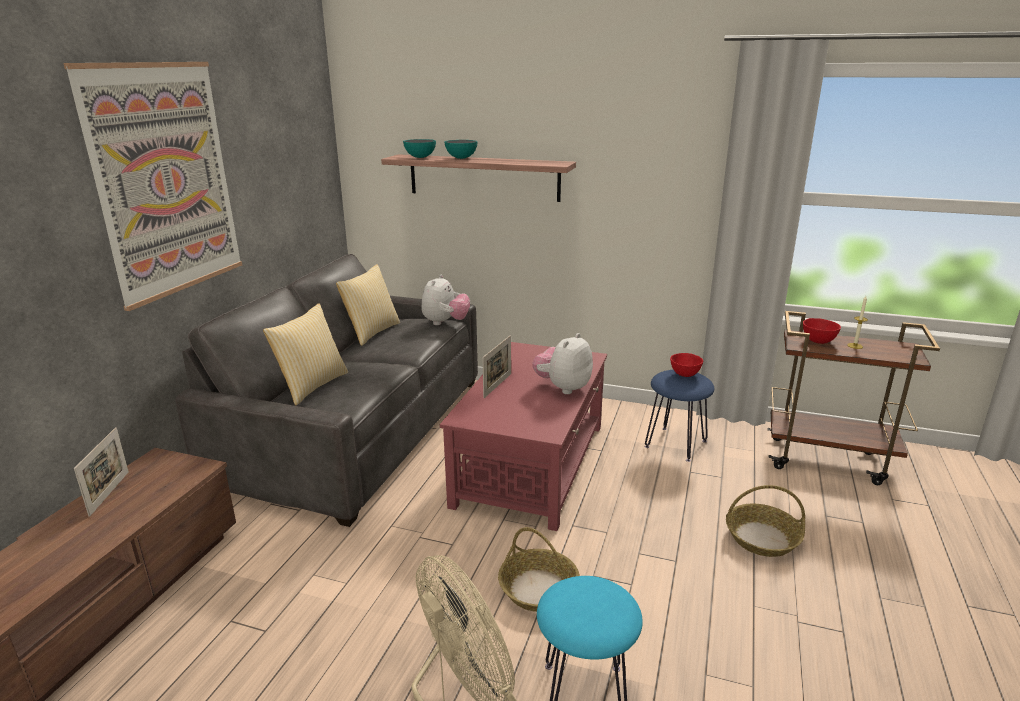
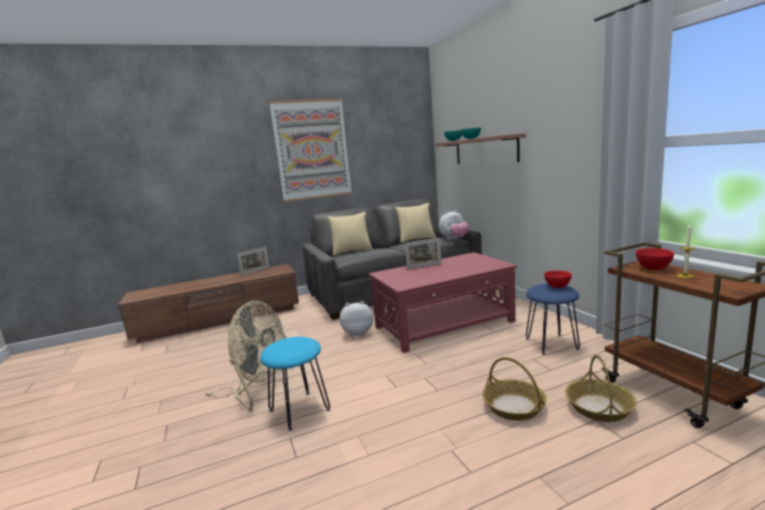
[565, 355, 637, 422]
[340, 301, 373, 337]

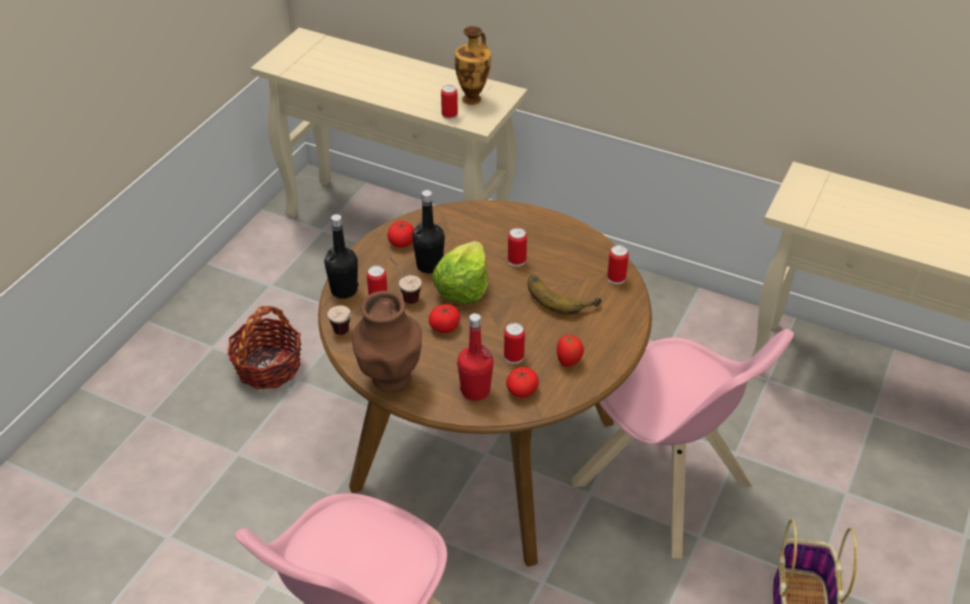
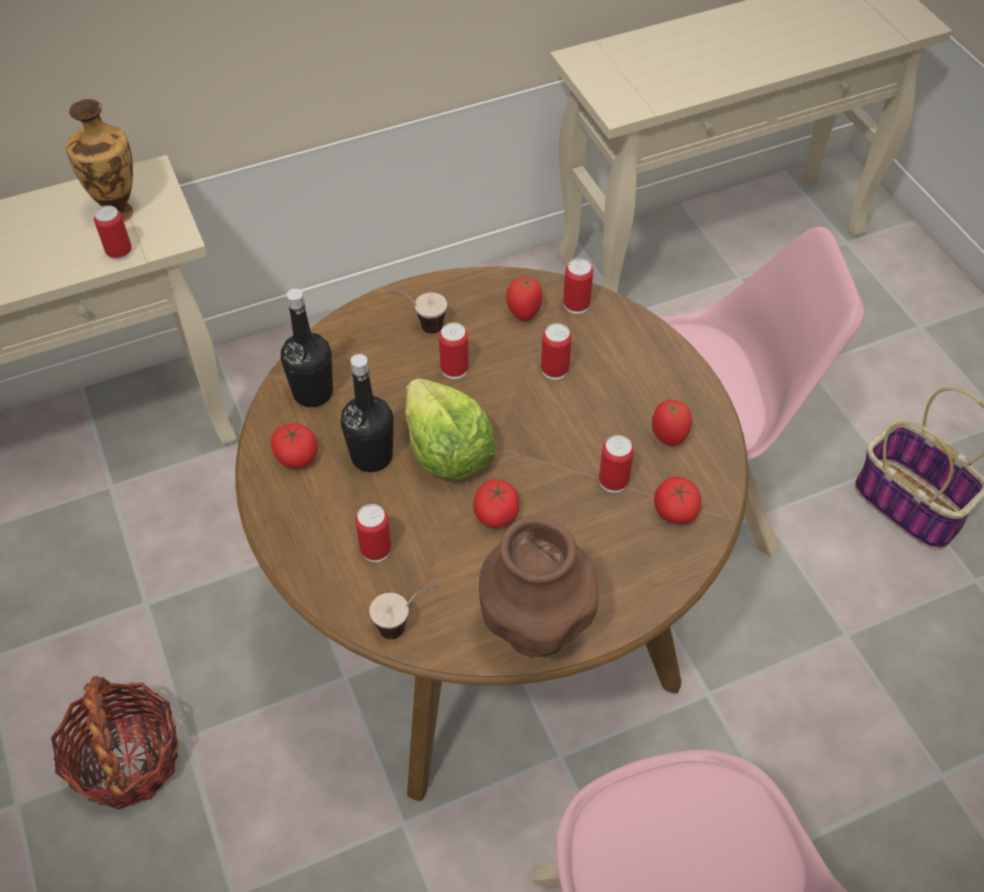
[281, 289, 333, 407]
[386, 291, 447, 333]
[457, 313, 494, 401] (first image)
[541, 323, 572, 380]
[506, 276, 542, 322]

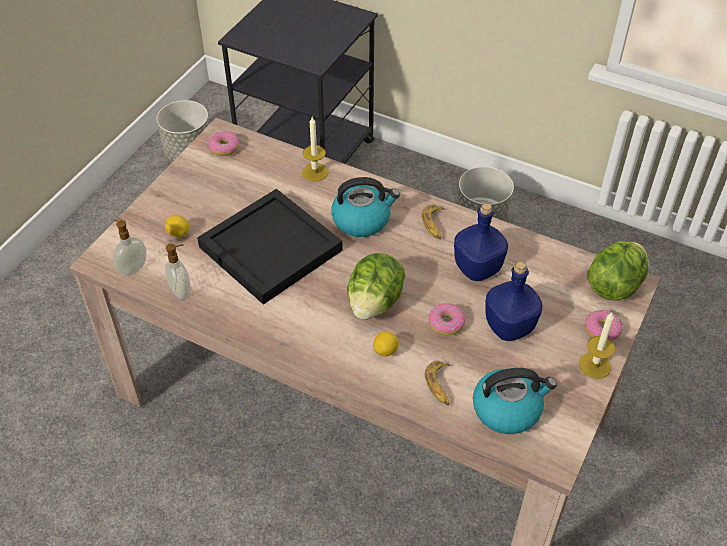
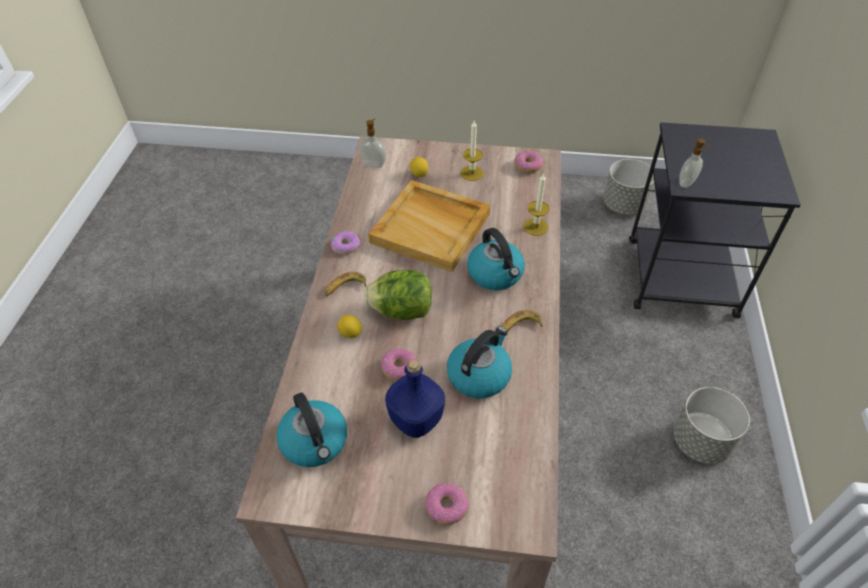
[679, 138, 710, 188]
[369, 180, 490, 272]
[325, 272, 366, 296]
[447, 327, 512, 398]
[460, 121, 484, 181]
[587, 241, 648, 301] (first image)
[331, 231, 360, 255]

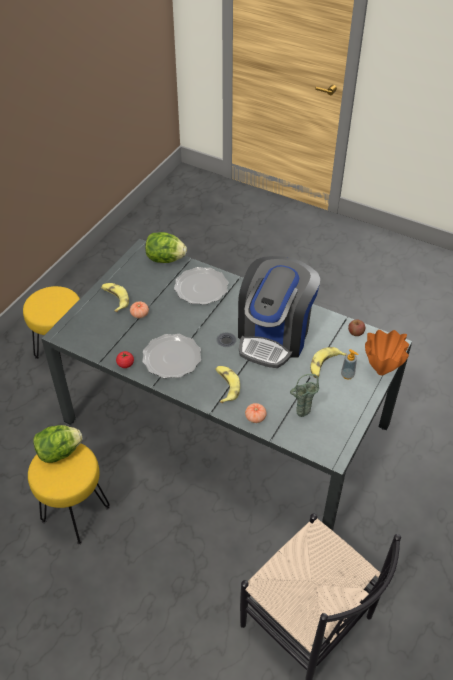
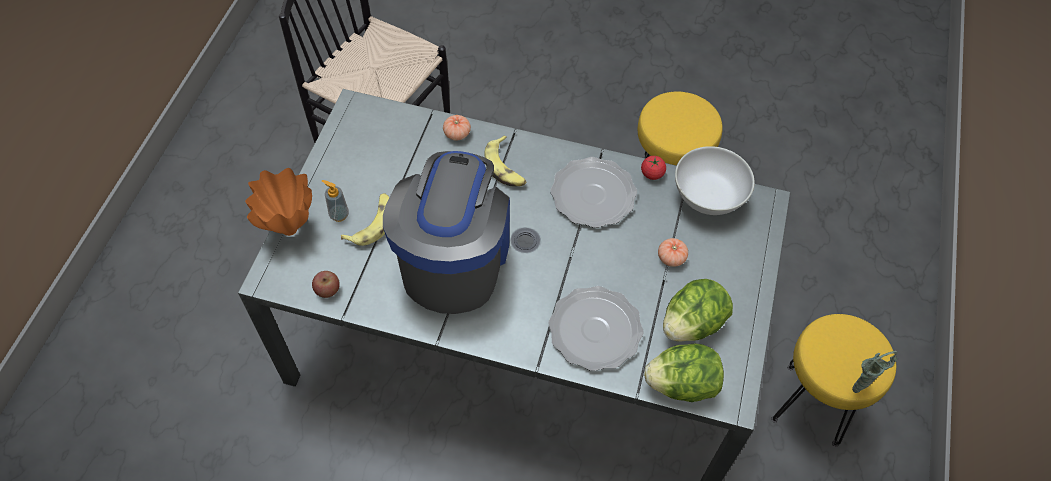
[663, 279, 733, 342]
[101, 283, 129, 312] (first image)
[852, 351, 897, 393]
[675, 146, 755, 215]

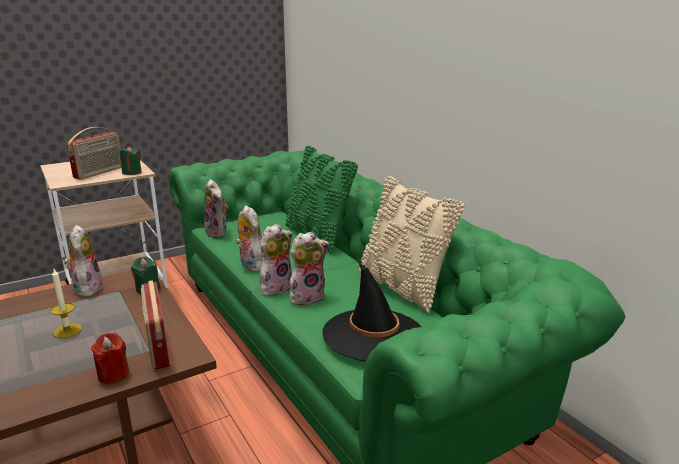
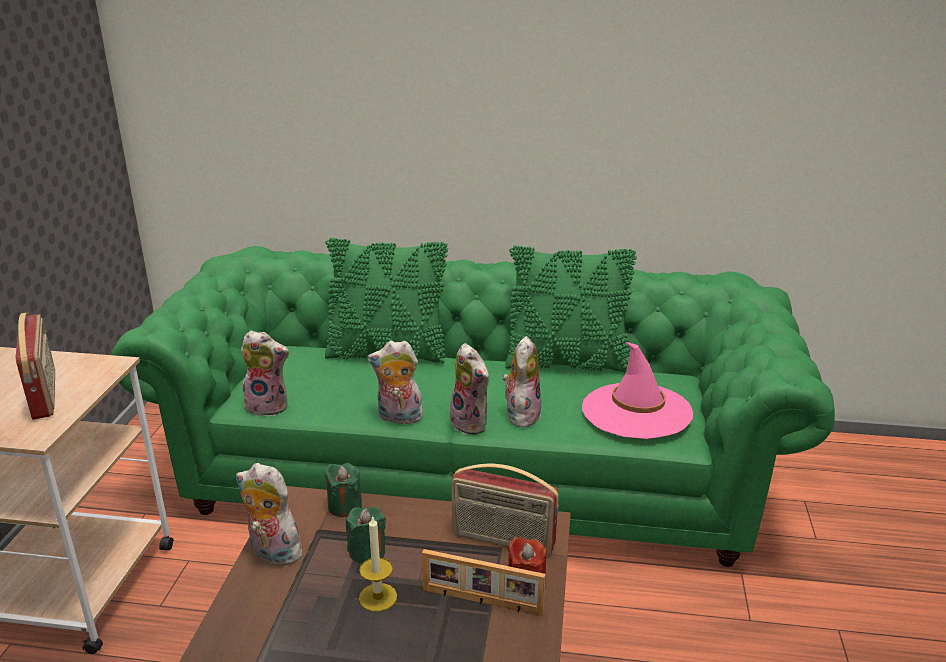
[346, 507, 386, 563]
[450, 343, 490, 435]
[582, 342, 694, 439]
[506, 245, 637, 372]
[422, 549, 545, 616]

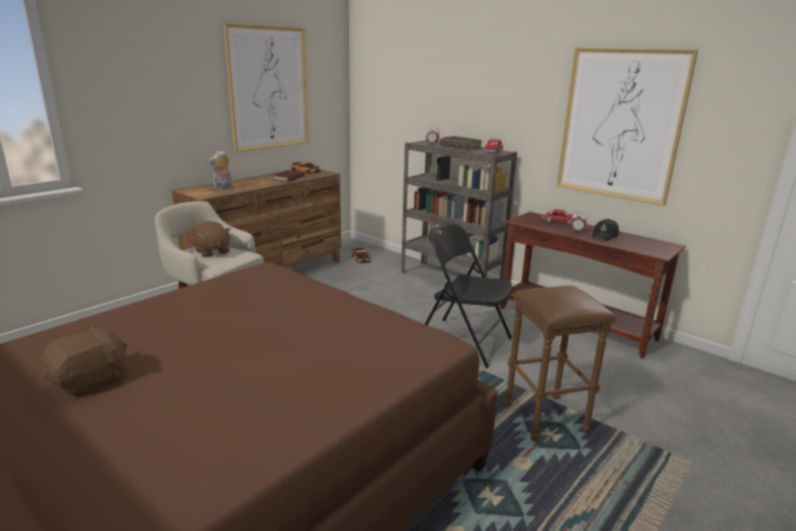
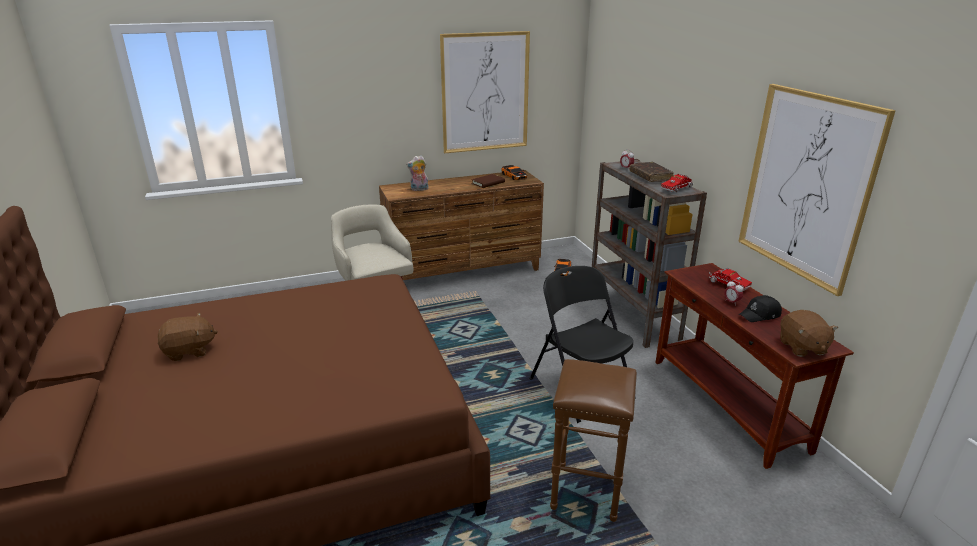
[780, 310, 838, 357]

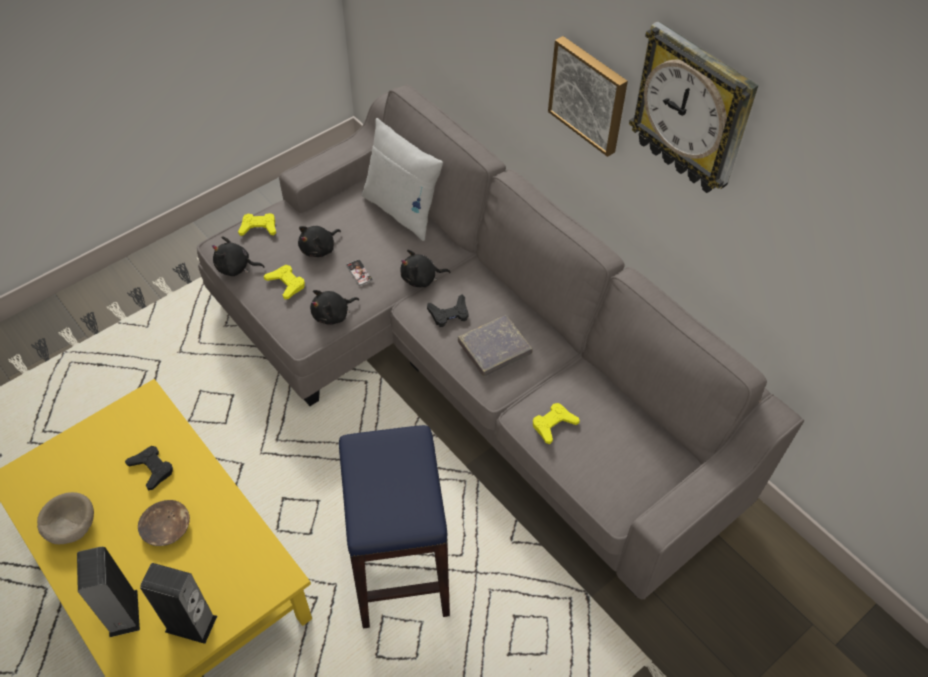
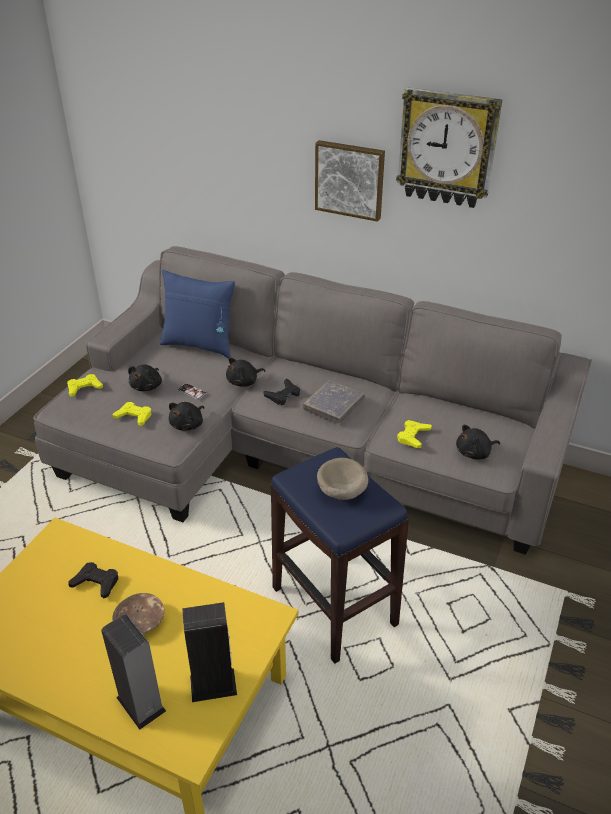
[317, 458, 368, 500]
[456, 425, 500, 460]
[160, 270, 235, 358]

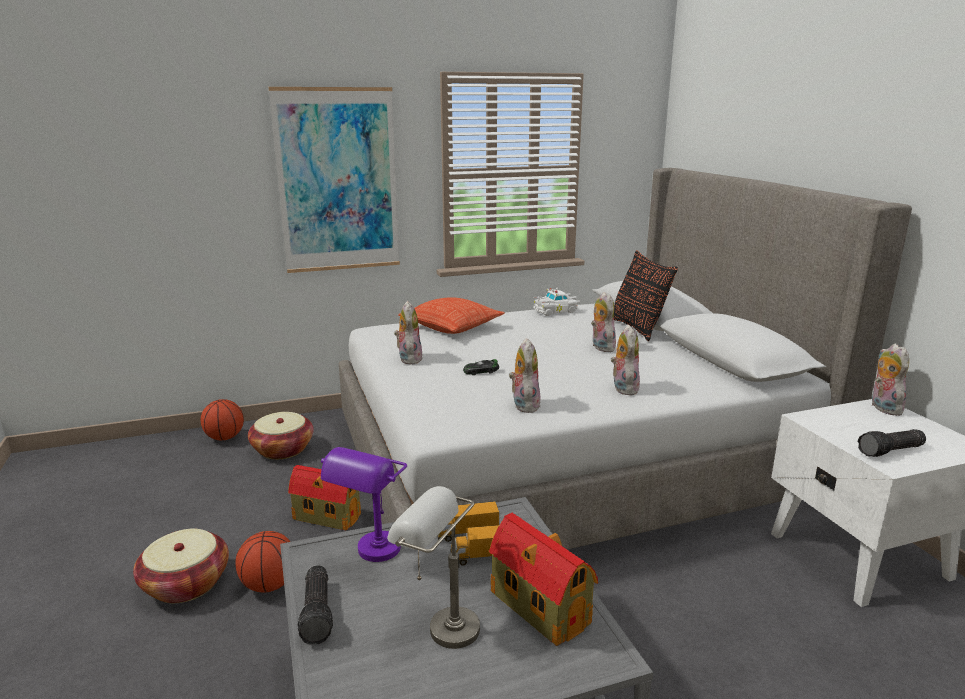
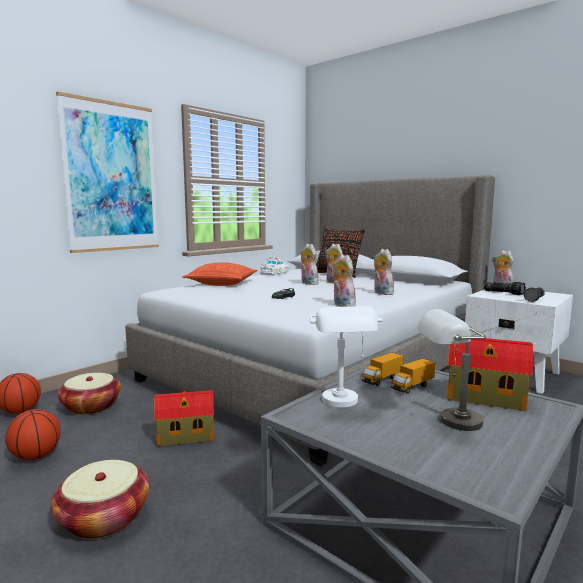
[5, 409, 61, 460]
[484, 282, 526, 295]
[309, 306, 382, 407]
[301, 244, 321, 285]

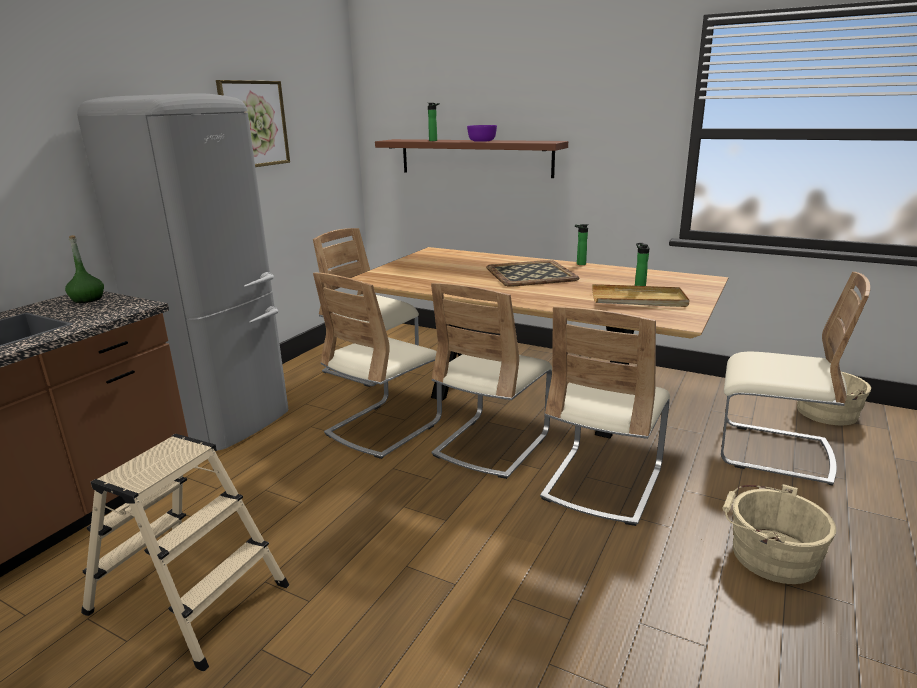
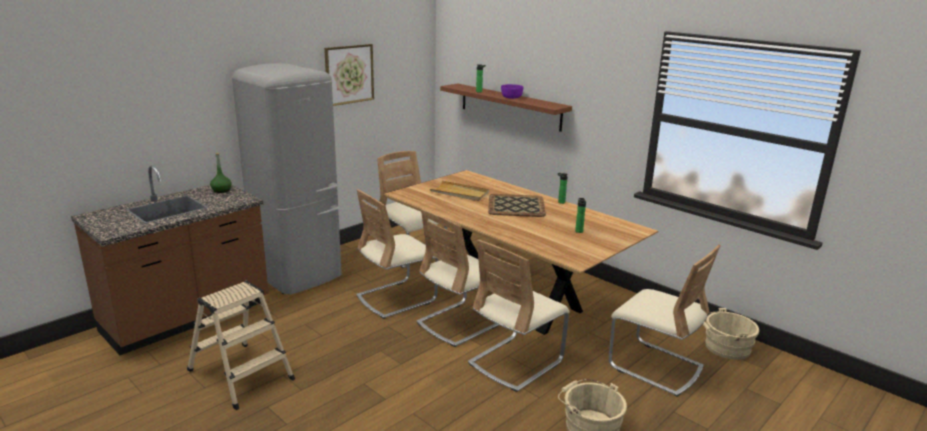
[430, 181, 489, 201]

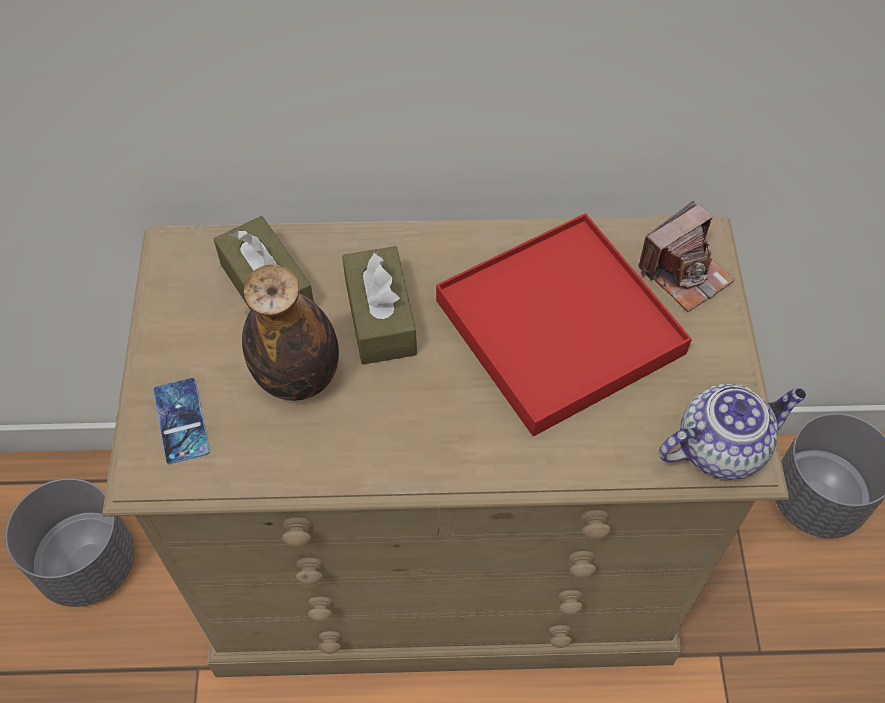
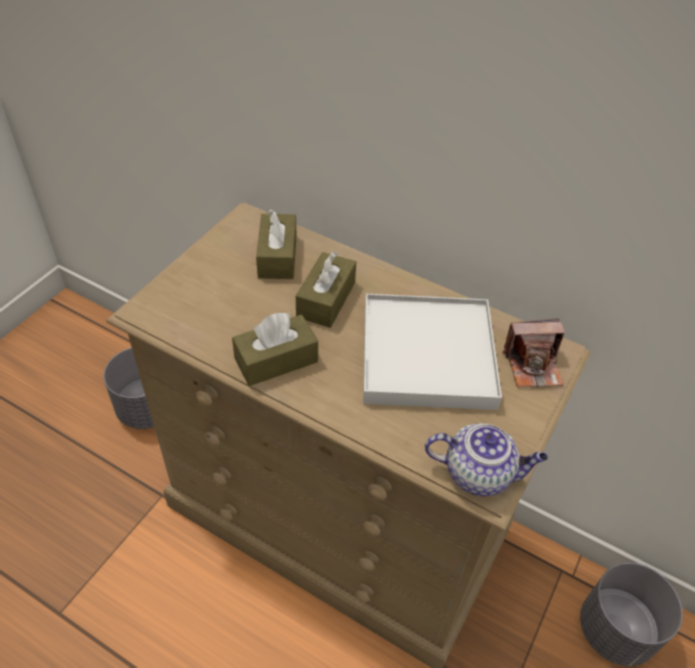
[153, 378, 210, 464] (first image)
[242, 264, 339, 401] (first image)
[363, 294, 502, 410]
[232, 312, 318, 386]

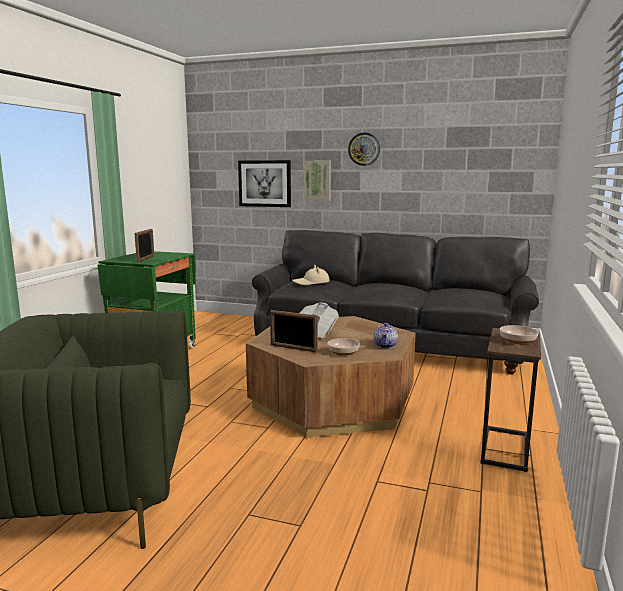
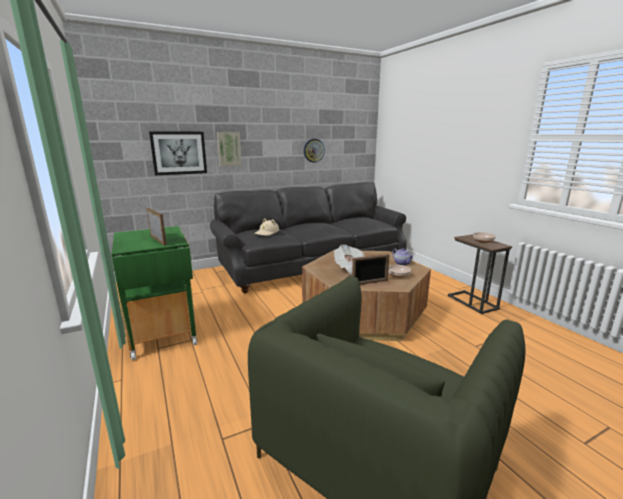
[304, 139, 325, 163]

